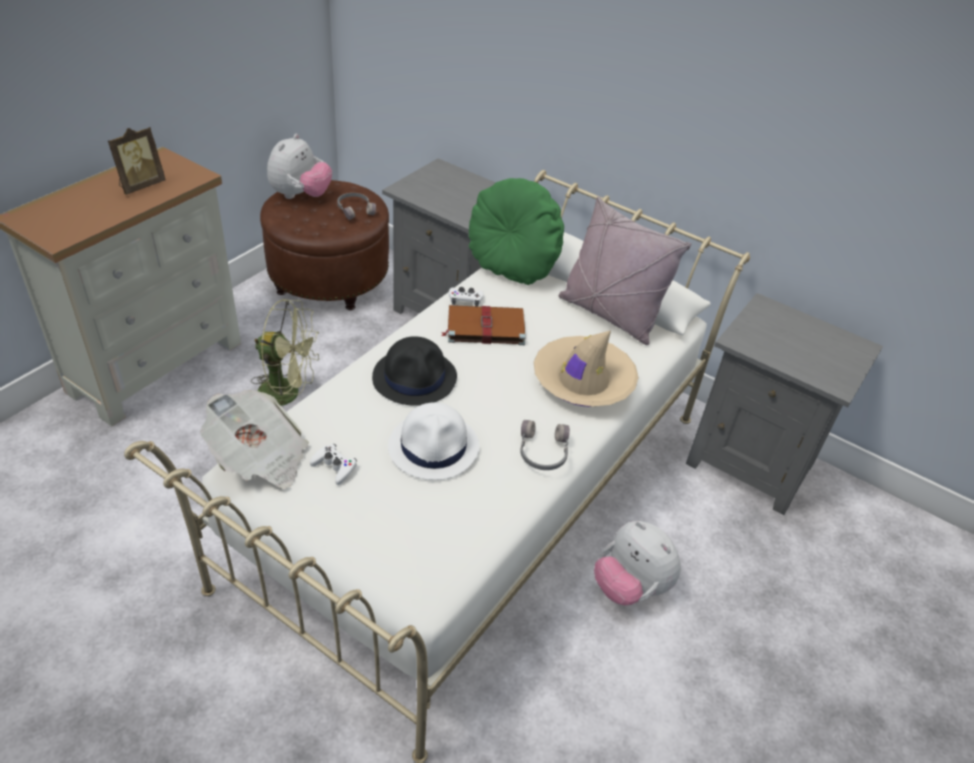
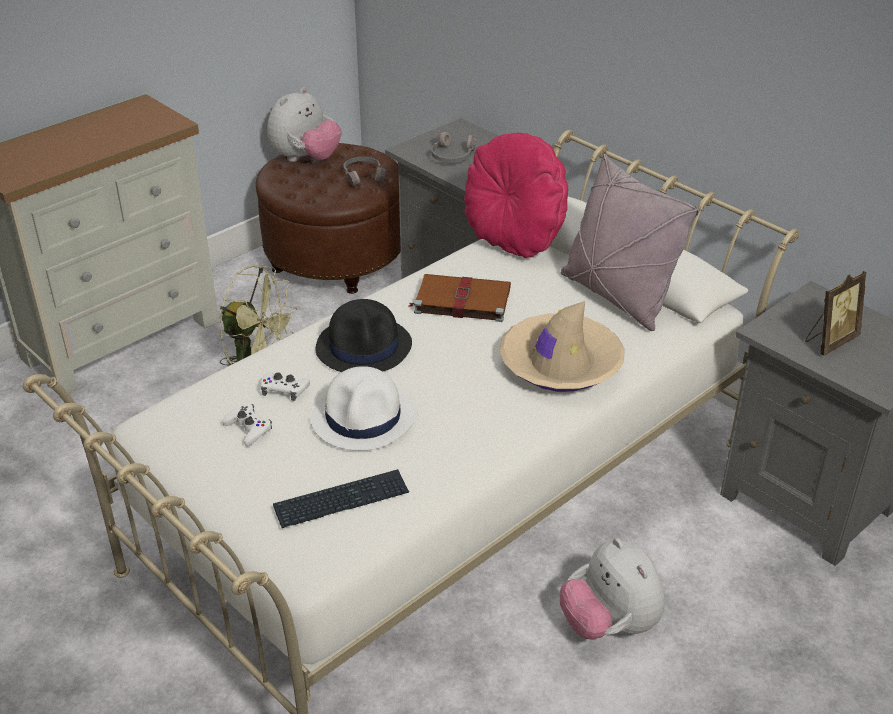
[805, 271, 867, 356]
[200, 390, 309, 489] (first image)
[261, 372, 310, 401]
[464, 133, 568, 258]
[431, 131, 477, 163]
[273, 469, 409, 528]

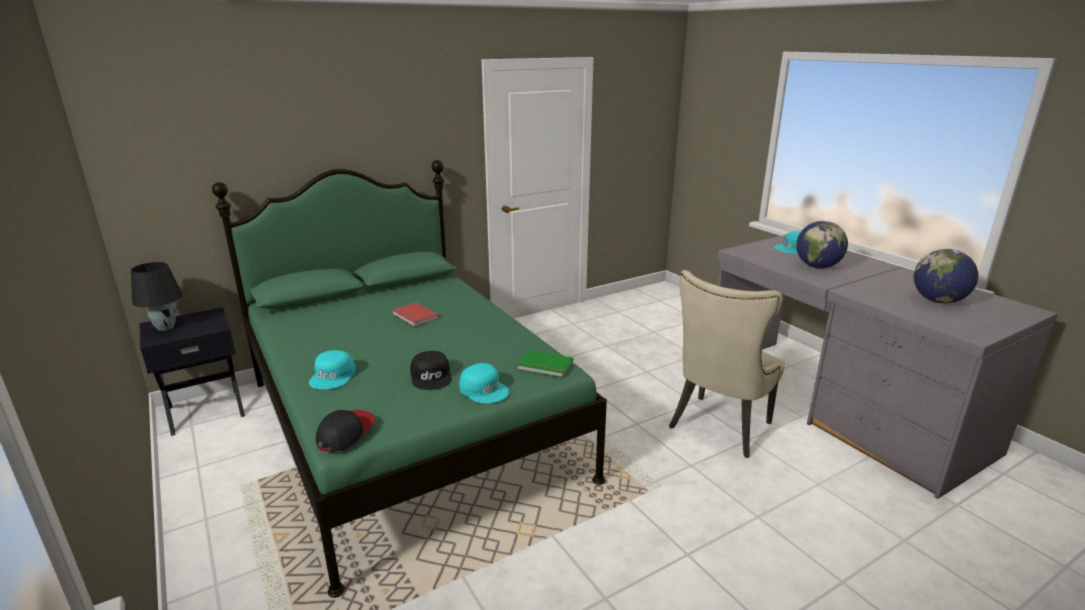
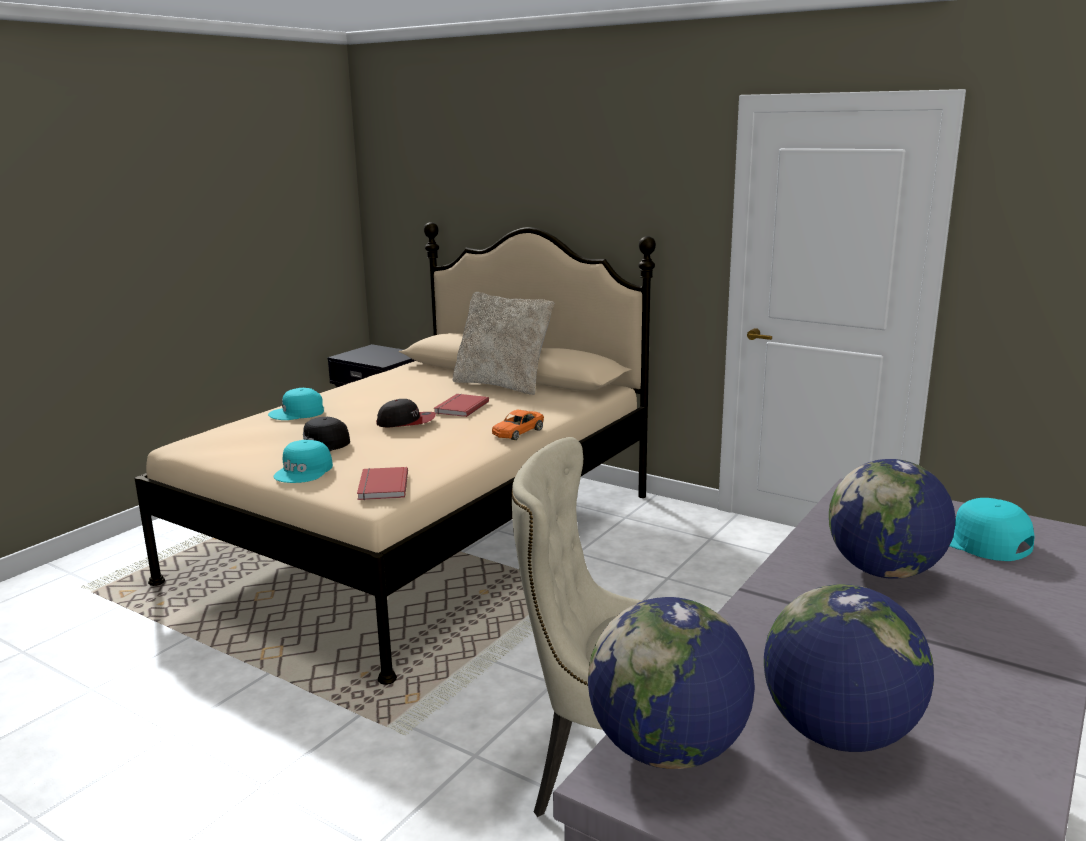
[131, 262, 183, 331] (first image)
[134, 222, 656, 685]
[376, 399, 436, 428]
[357, 467, 408, 500]
[452, 292, 554, 395]
[492, 410, 544, 440]
[588, 597, 755, 769]

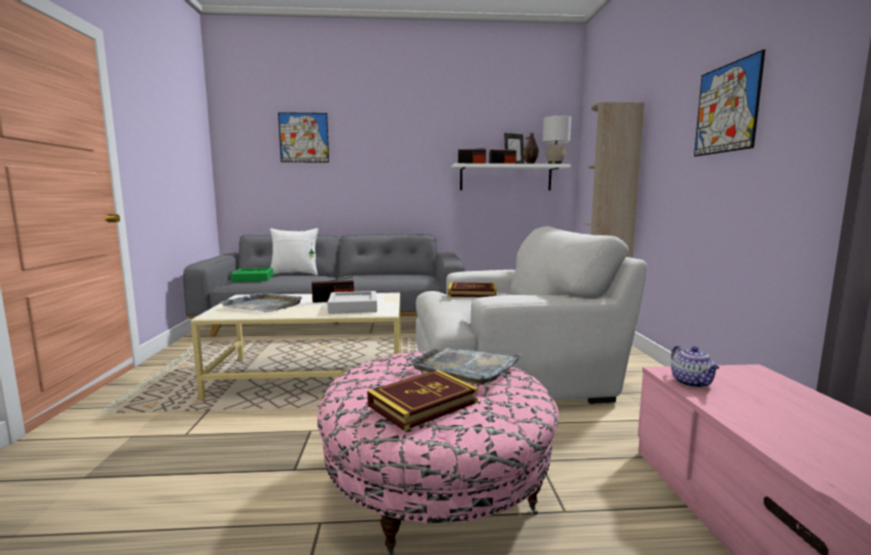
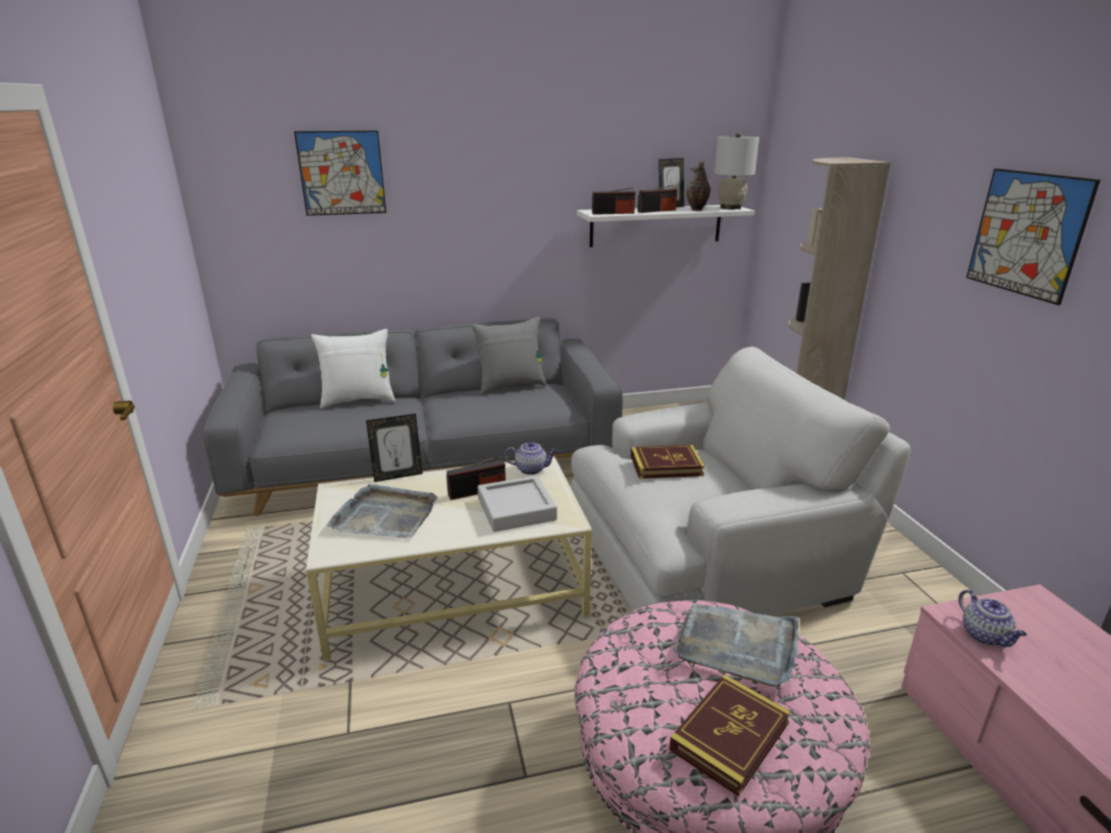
[231, 268, 273, 282] (first image)
[366, 414, 423, 482]
[471, 317, 547, 395]
[504, 442, 557, 475]

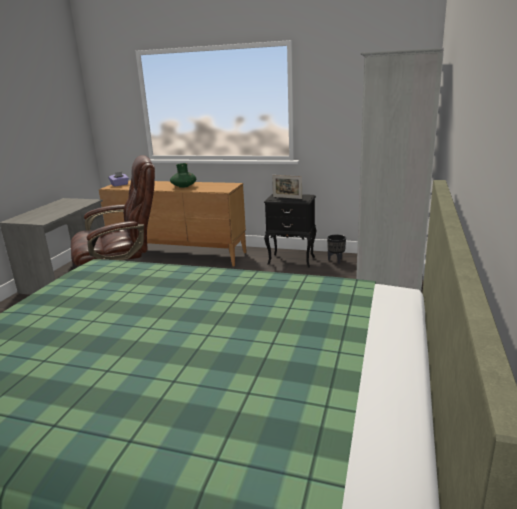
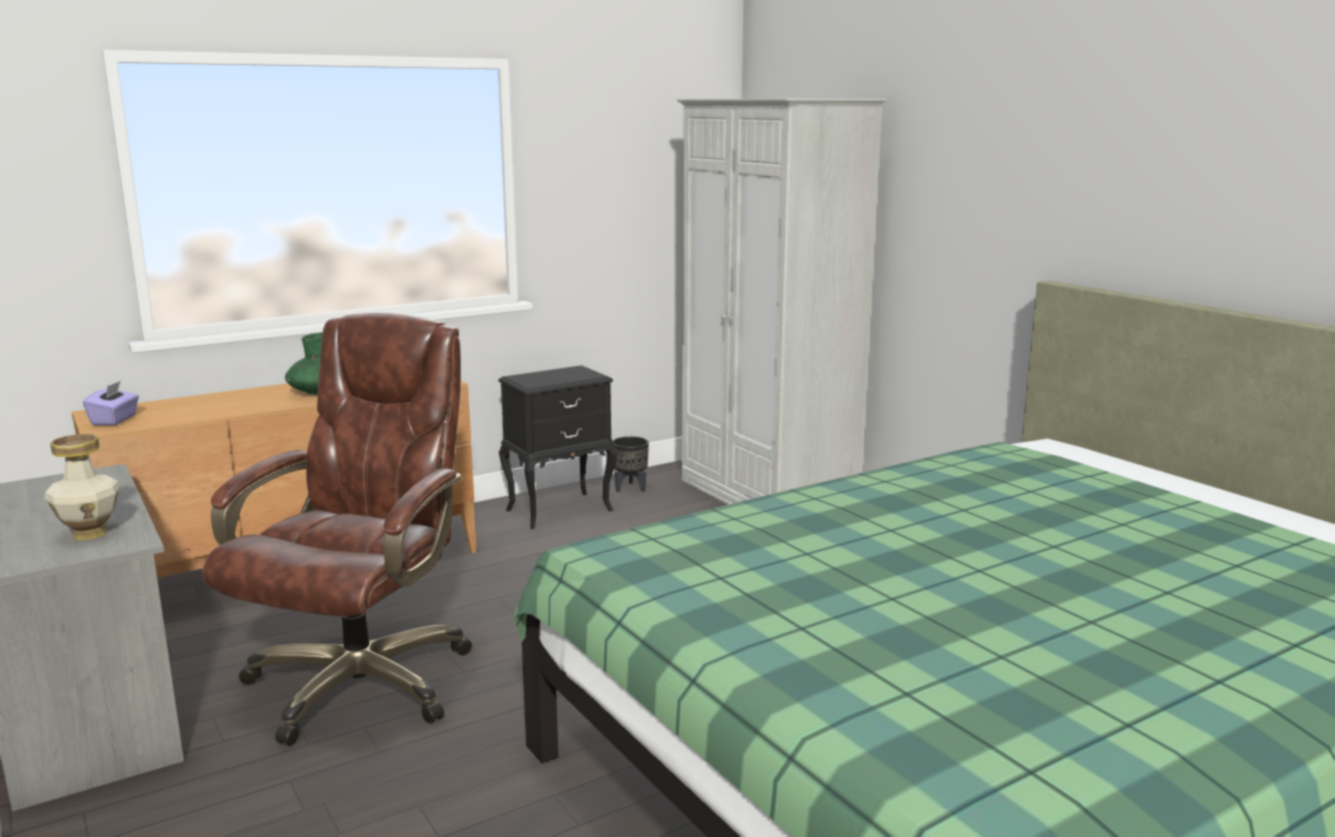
[272, 175, 302, 199] (first image)
[45, 434, 120, 540]

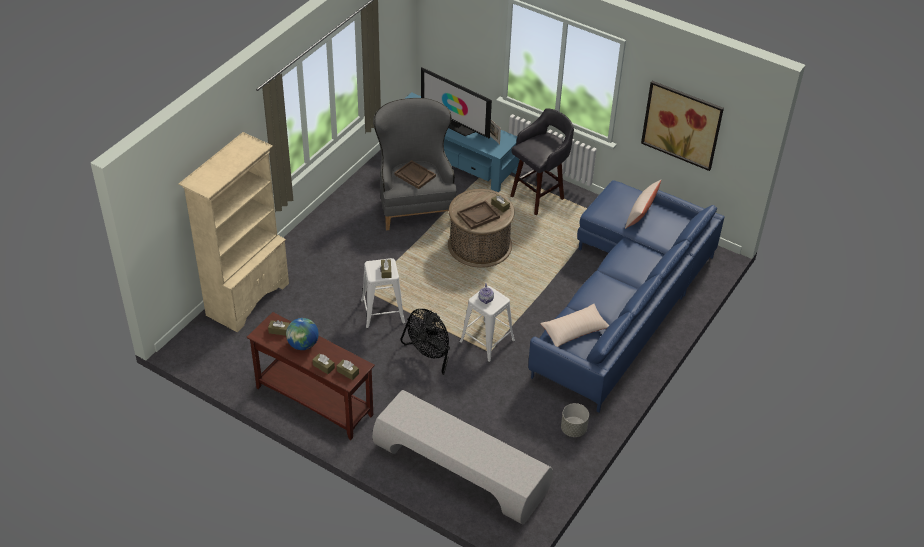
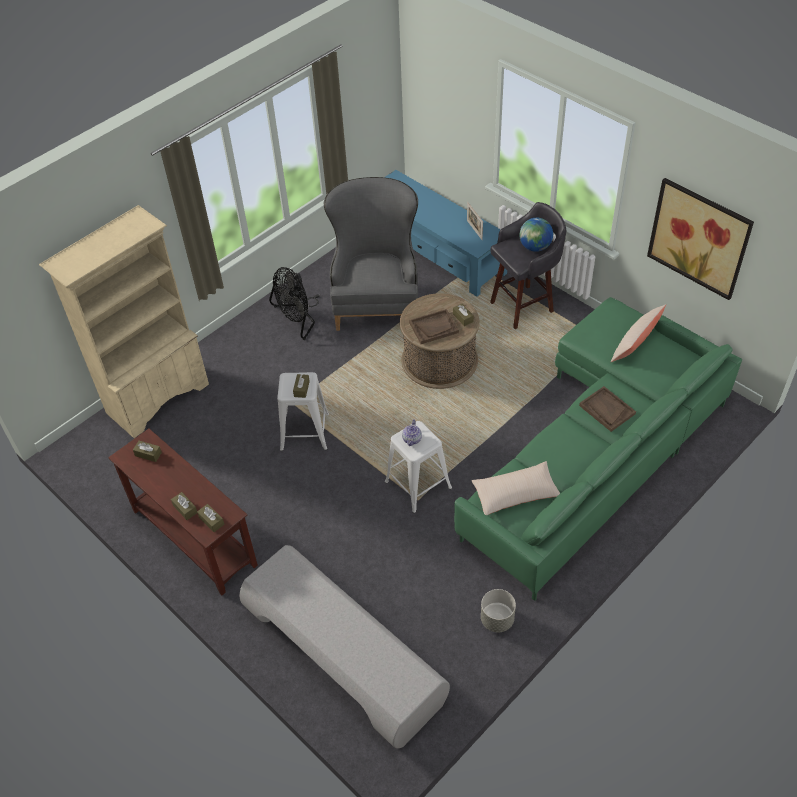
[520, 218, 553, 252]
[579, 386, 636, 432]
[269, 267, 319, 340]
[421, 67, 492, 138] (first image)
[454, 297, 742, 601]

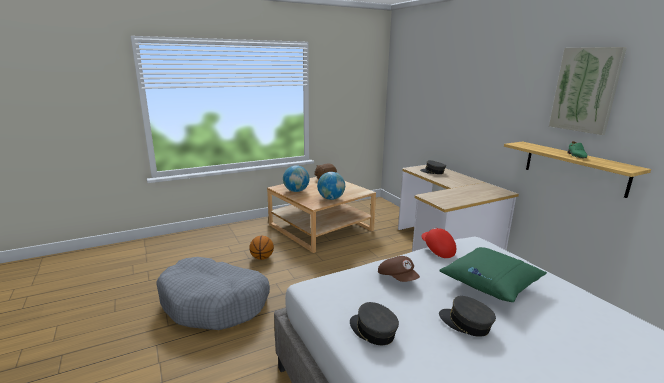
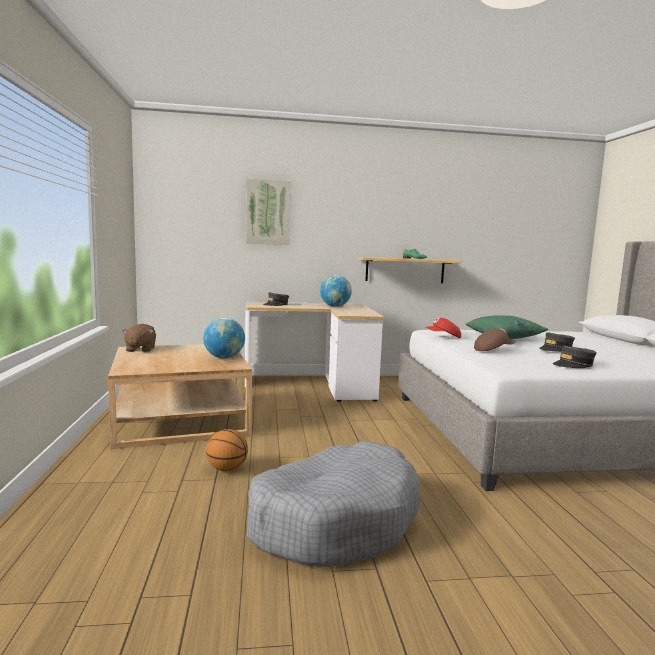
[320, 275, 352, 307]
[246, 178, 291, 245]

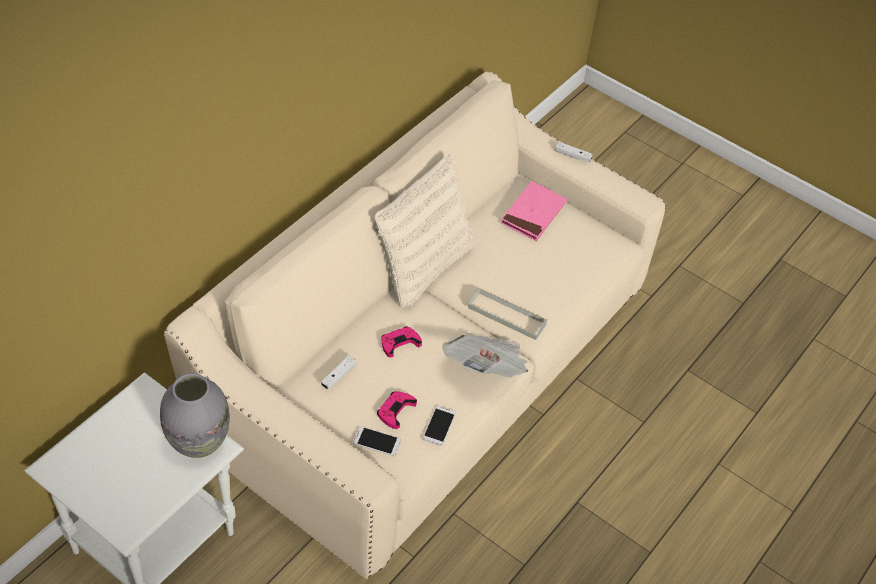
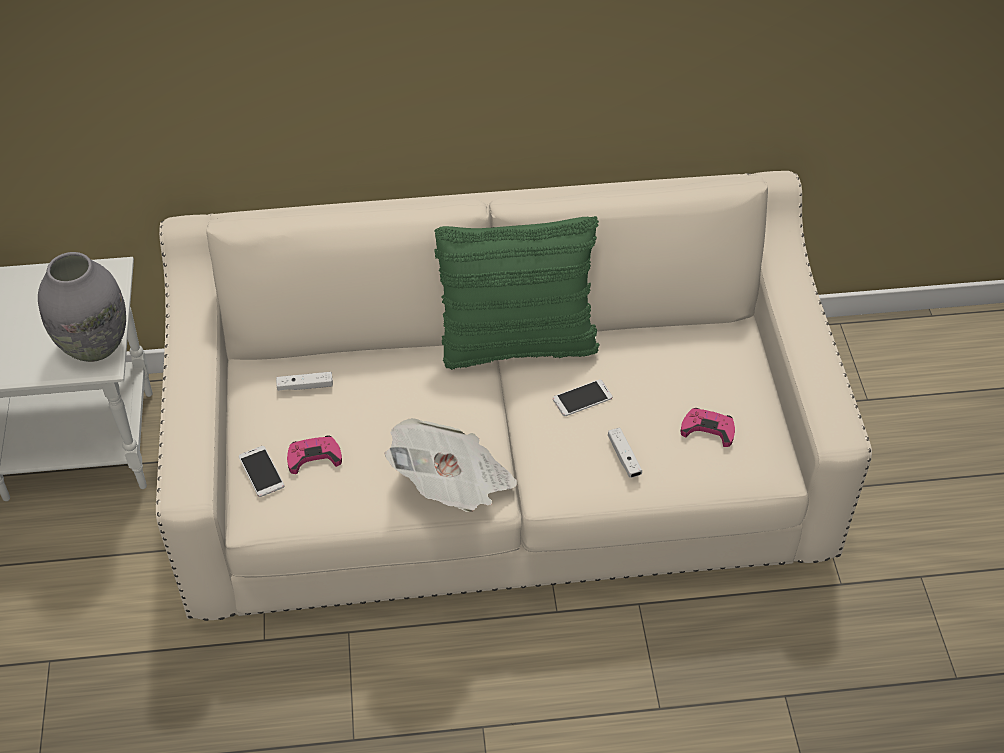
[434, 216, 600, 370]
[680, 408, 735, 447]
[553, 379, 612, 416]
[468, 288, 547, 340] (first image)
[500, 181, 567, 241] (first image)
[608, 428, 642, 478]

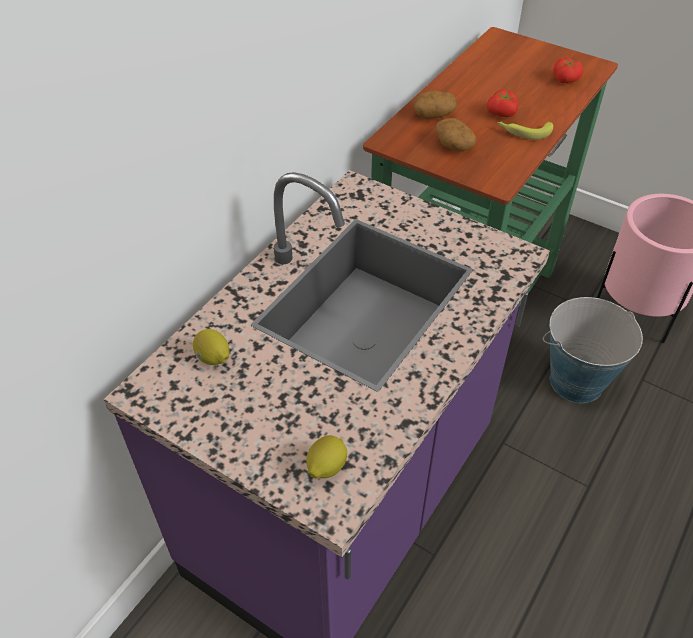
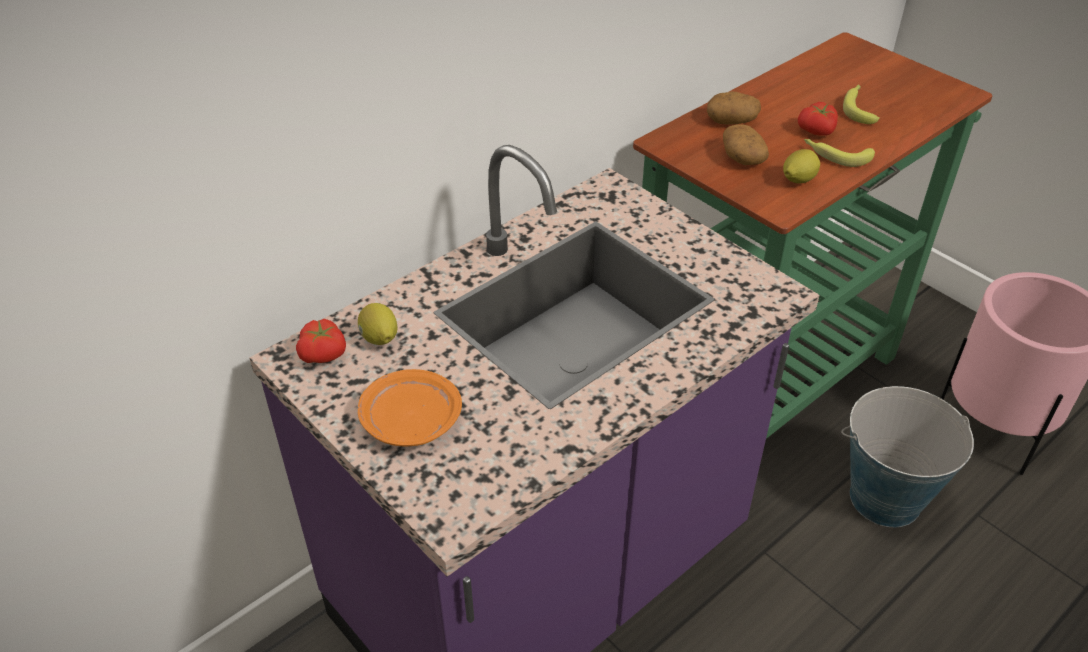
[783, 149, 820, 184]
[296, 319, 346, 363]
[358, 369, 462, 446]
[843, 84, 880, 124]

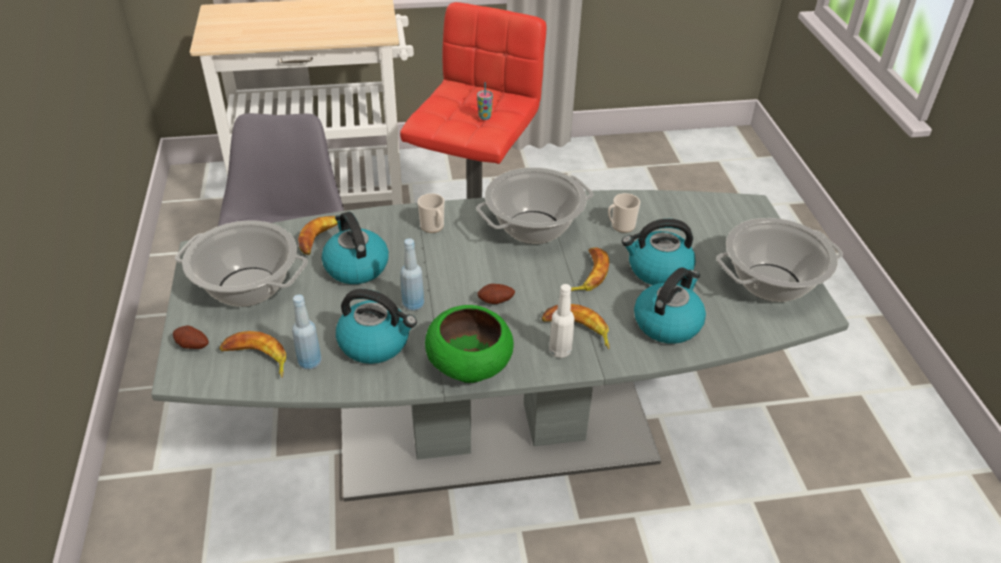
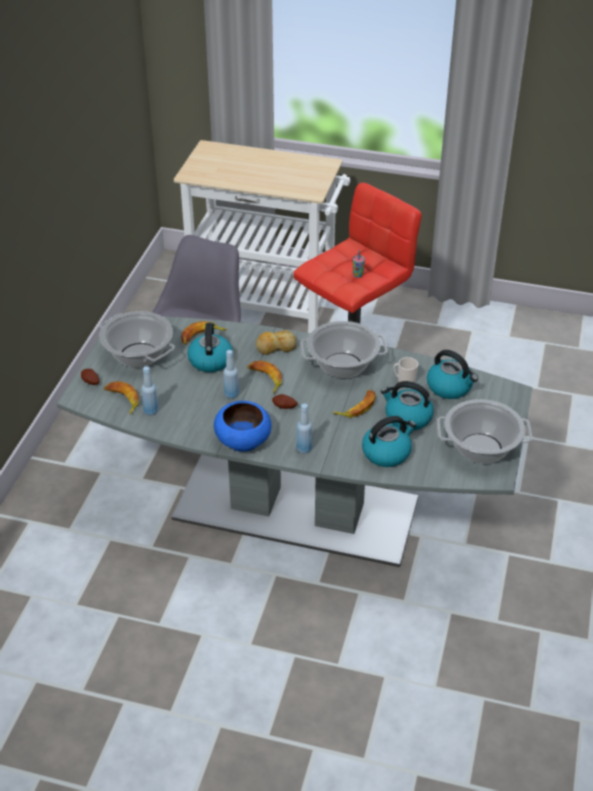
[427, 350, 478, 399]
[255, 330, 297, 355]
[214, 401, 272, 452]
[247, 361, 282, 394]
[296, 404, 312, 454]

